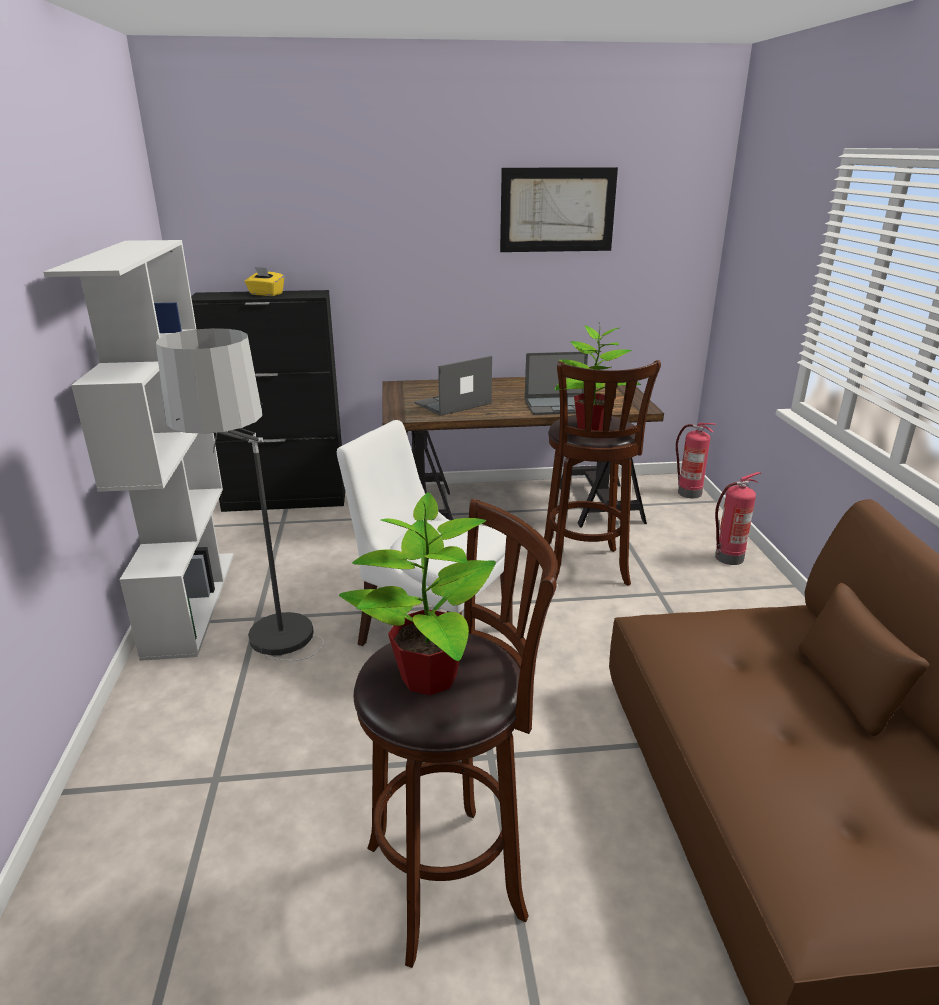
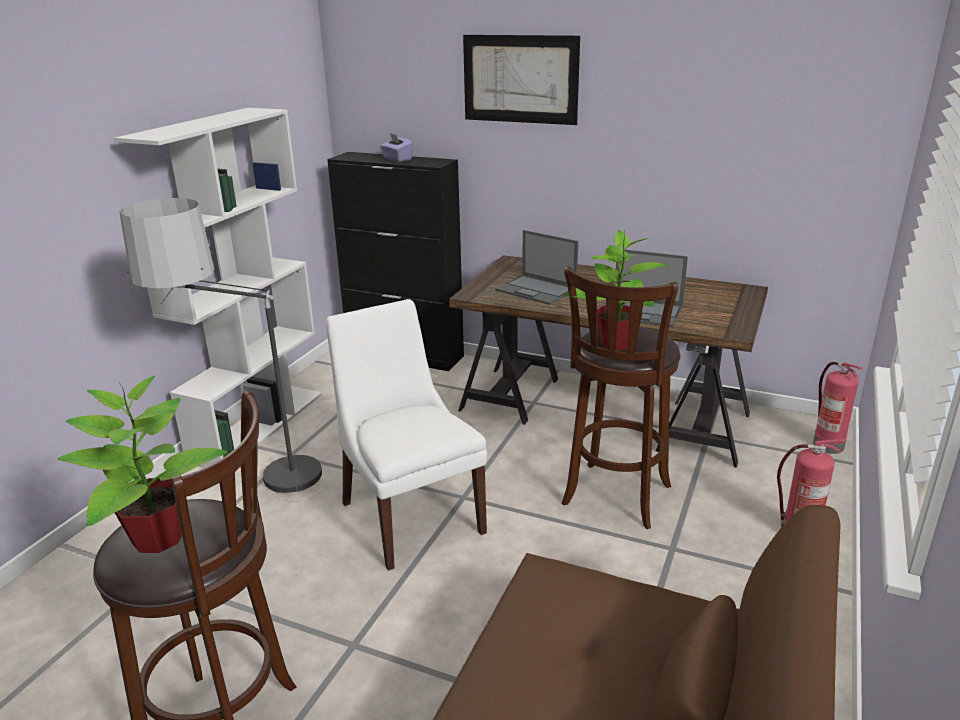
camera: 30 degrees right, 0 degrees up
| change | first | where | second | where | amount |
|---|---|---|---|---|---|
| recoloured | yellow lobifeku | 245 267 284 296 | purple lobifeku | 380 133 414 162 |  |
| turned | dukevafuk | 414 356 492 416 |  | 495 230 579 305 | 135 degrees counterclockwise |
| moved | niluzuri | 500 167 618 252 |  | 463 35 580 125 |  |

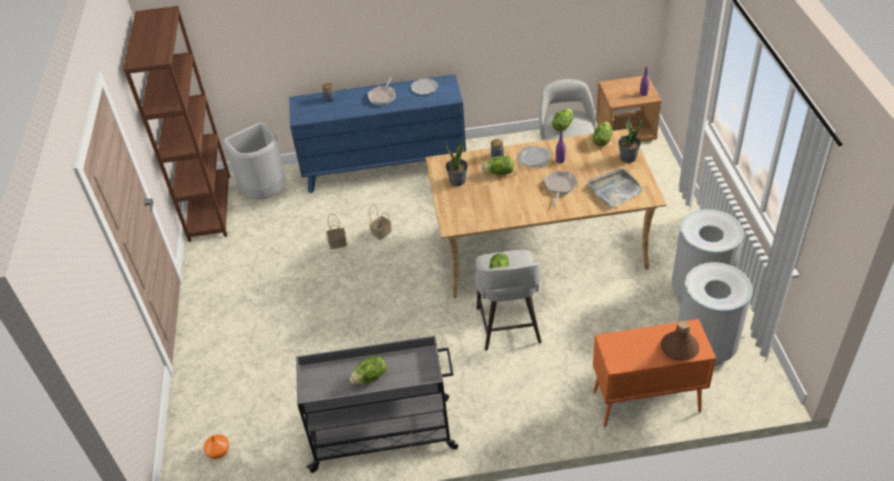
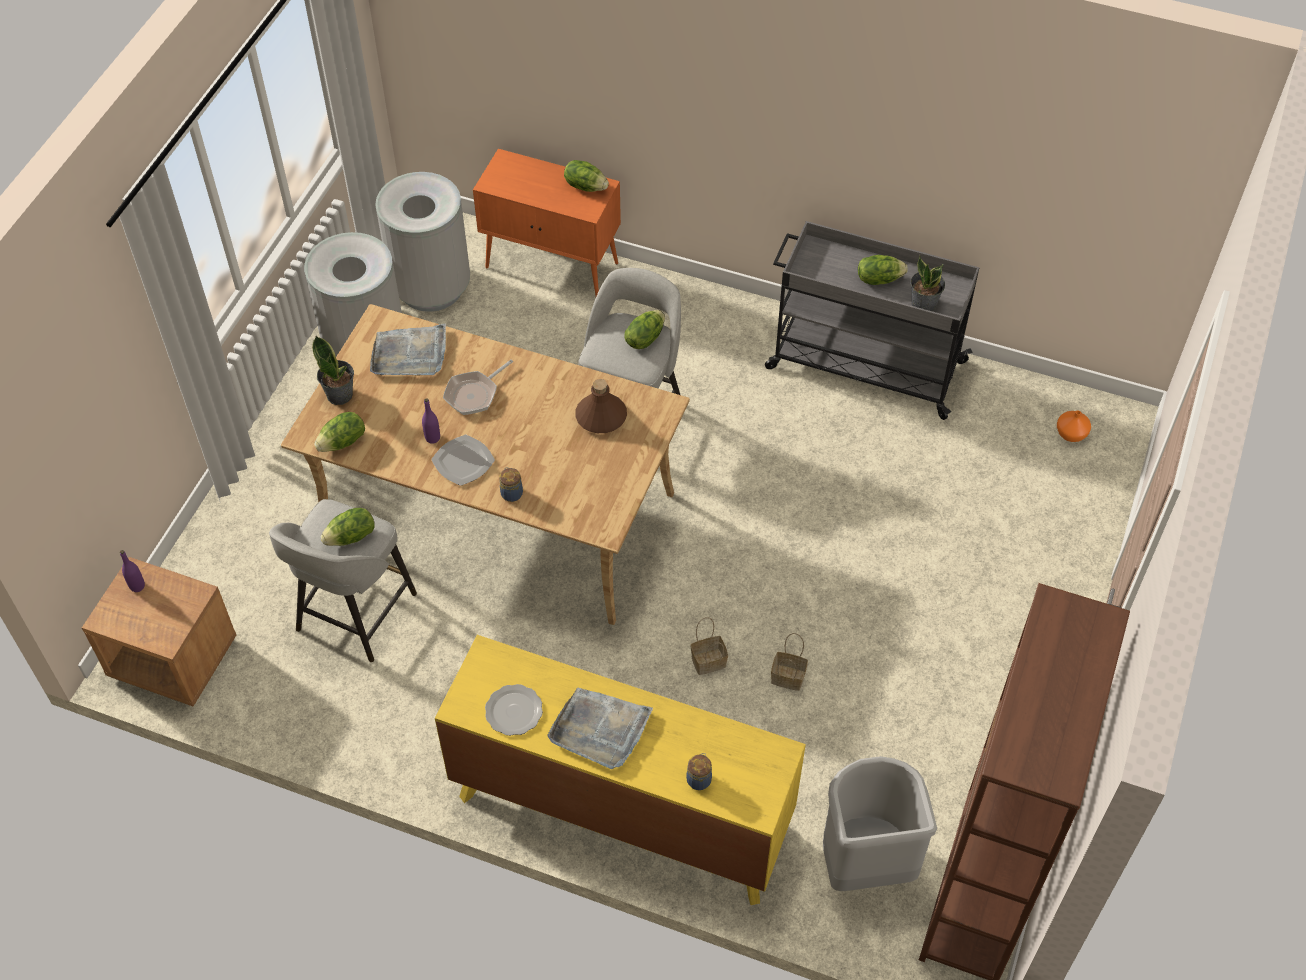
camera: 155 degrees left, 10 degrees up
| change | first | where | second | where | amount |
|---|---|---|---|---|---|
| recoloured | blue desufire | 289 74 466 193 | yellow desufire | 435 635 806 905 |  |
| replaced | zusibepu | 367 77 396 105 | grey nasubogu | 547 688 653 769 |  |
| moved | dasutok | 446 138 468 186 |  | 911 255 945 311 |  |
| moved | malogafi | 481 156 514 175 |  | 564 160 609 192 |  |
| moved | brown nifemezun | 661 321 699 361 |  | 575 379 627 433 |  |

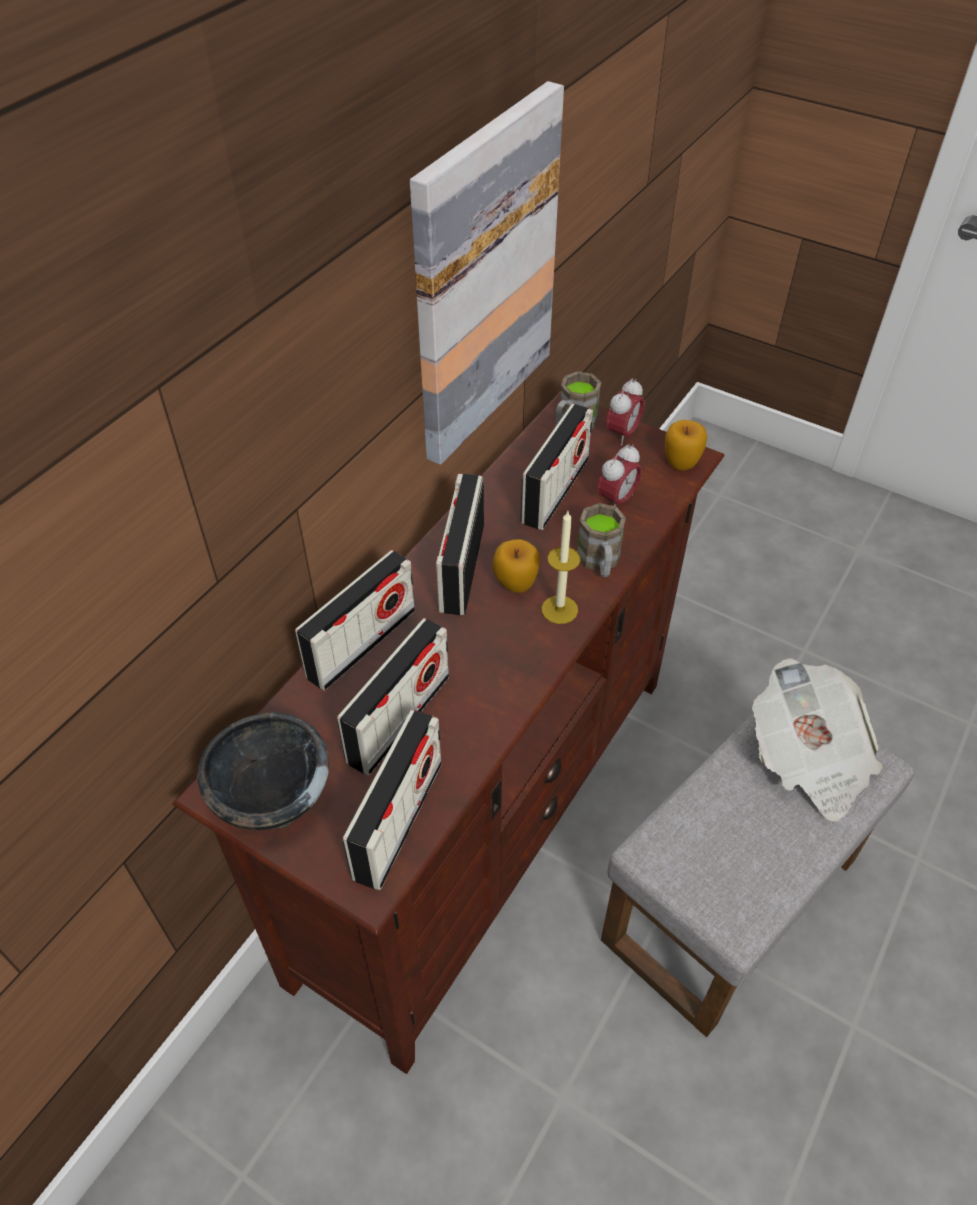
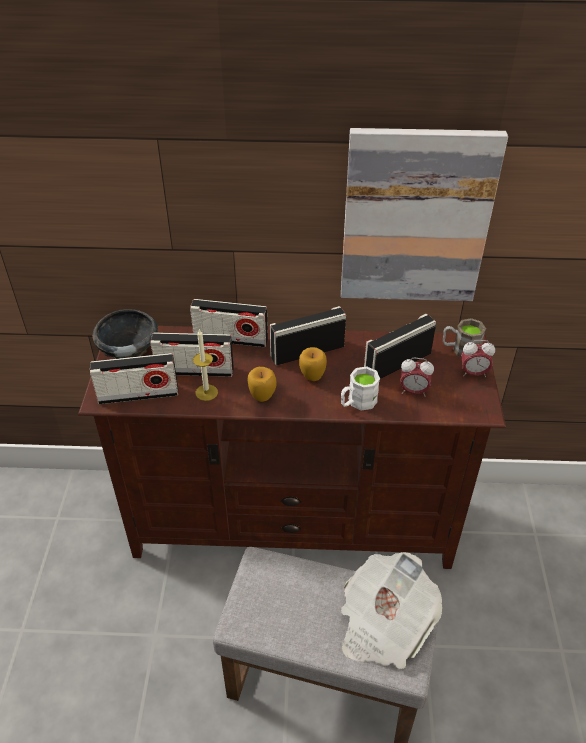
camera: 60 degrees right, 5 degrees down
| change | first | where | second | where | amount |
|---|---|---|---|---|---|
| turned | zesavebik | 520 404 593 530 |  | 364 314 436 379 | 150 degrees clockwise |
| moved | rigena | 542 511 581 624 |  | 193 329 218 401 |  |
| recoloured | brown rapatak | 577 503 626 577 | white rapatak | 341 366 380 411 |  |
| moved | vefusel | 665 420 707 471 |  | 248 367 277 402 |  |

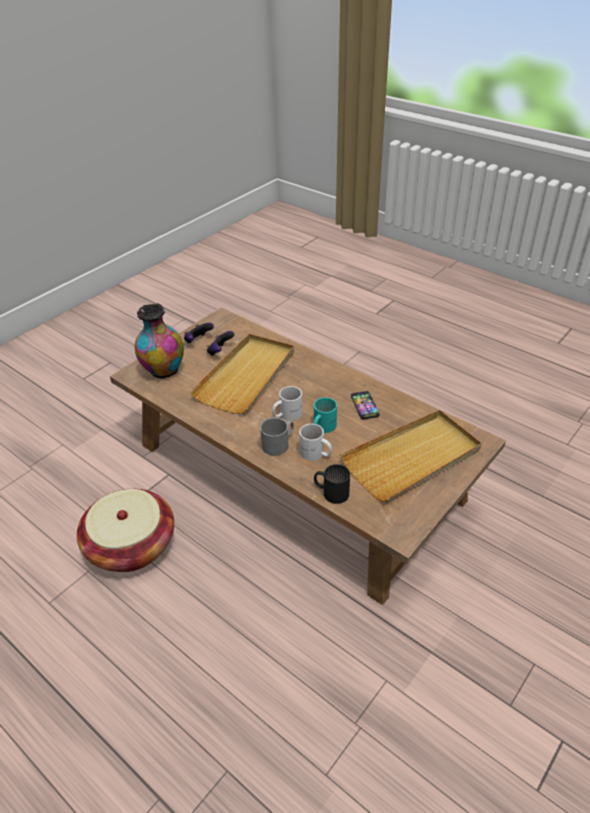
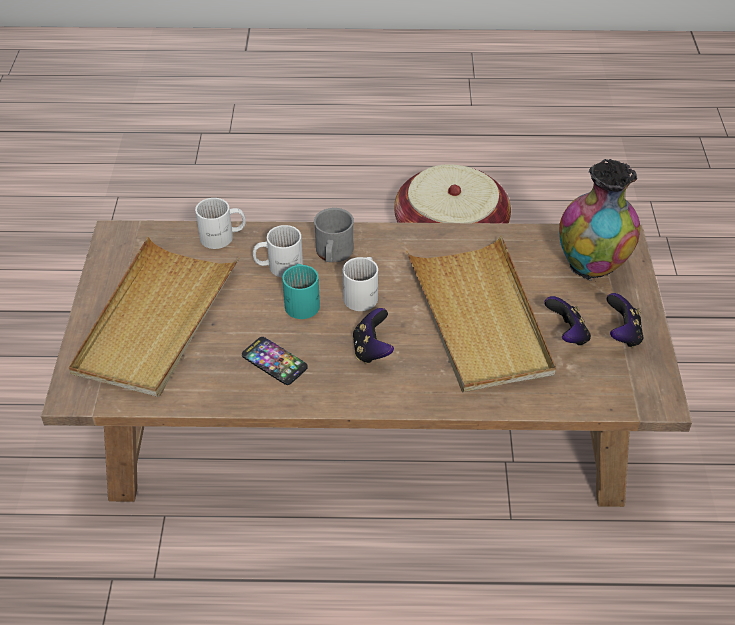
camera: 140 degrees right, 5 degrees up
| change | first | where | second | where | amount |
|---|---|---|---|---|---|
| recoloured | black rapatak | 314 464 350 504 | white rapatak | 195 198 246 249 |  |
| added |  |  | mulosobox | 353 308 394 364 |  |

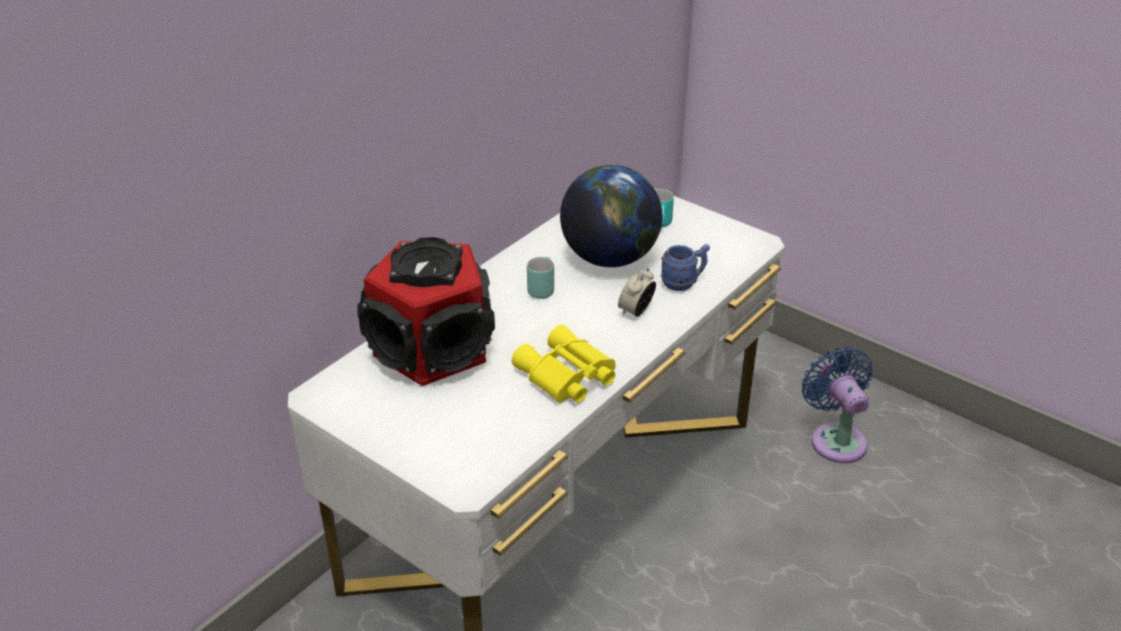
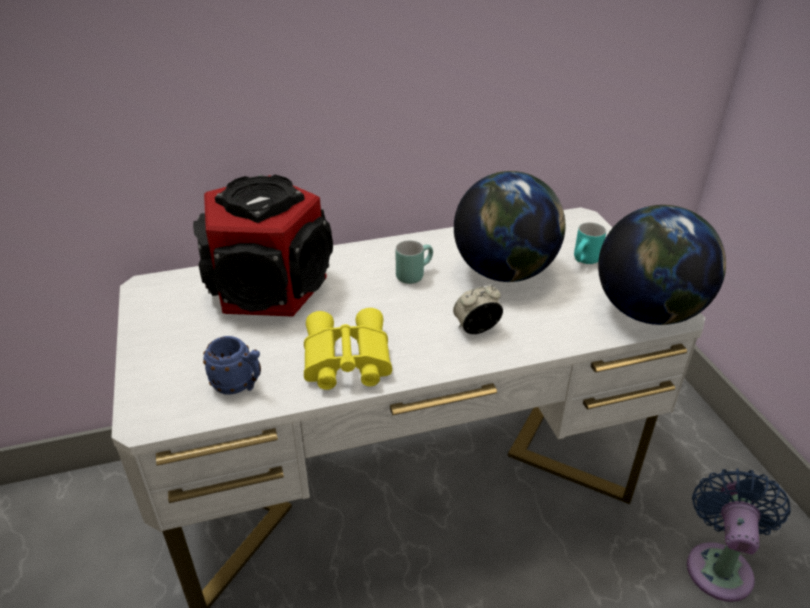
camera: 35 degrees right, 0 degrees up
| change | first | where | second | where | amount |
|---|---|---|---|---|---|
| moved | blue rapatak | 661 244 710 291 |  | 203 336 261 395 |  |
| added |  |  | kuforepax | 598 205 726 325 |  |

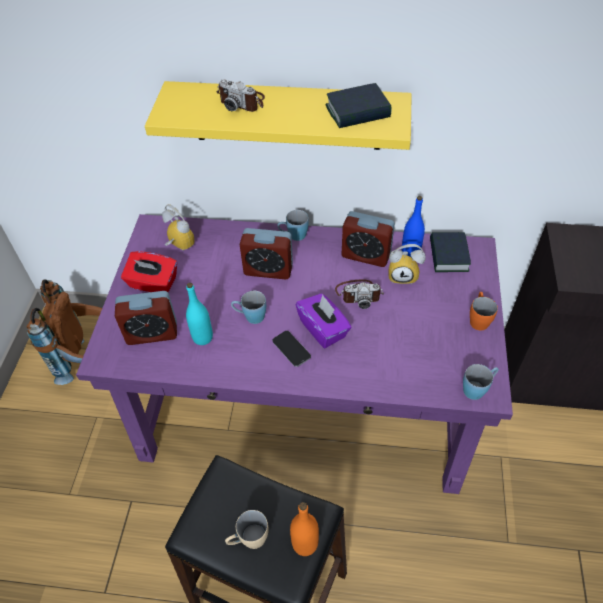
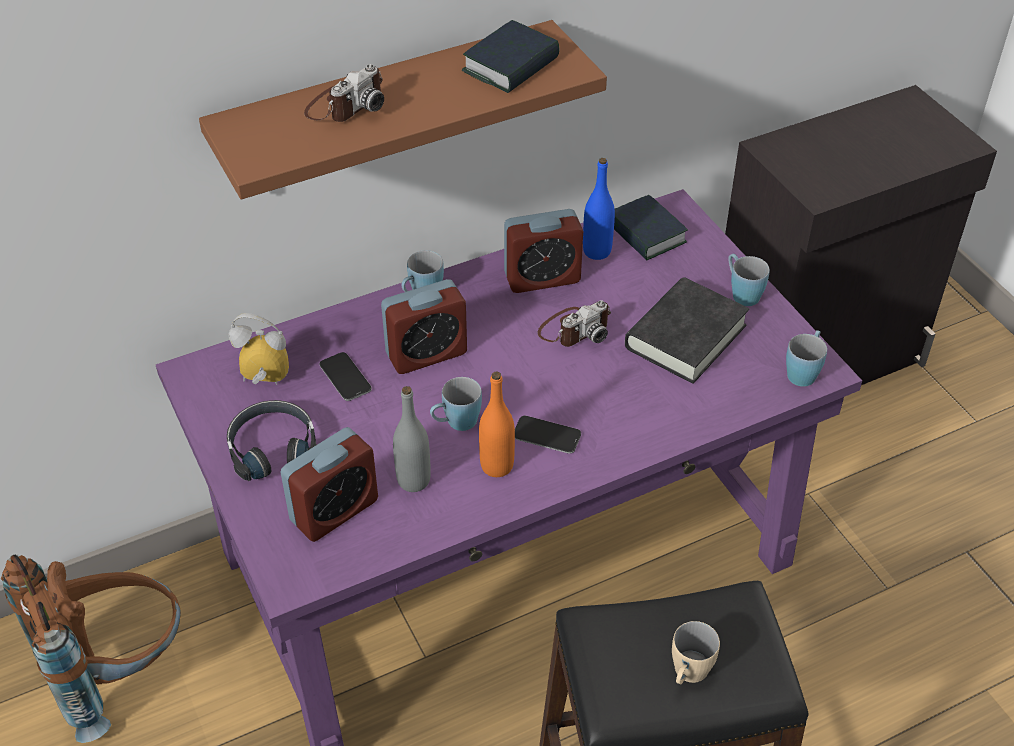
camera: 35 degrees left, 5 degrees down
| change | first | where | second | where | amount |
|---|---|---|---|---|---|
| replaced | red lobifeku | 121 251 177 292 | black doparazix | 227 400 317 481 |  |
| recoloured | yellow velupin | 145 81 412 150 | brown velupin | 199 20 607 199 |  |
| recoloured | turquoise nifemezun | 186 283 213 345 | grey nifemezun | 393 386 431 492 |  |
| turned | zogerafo | 216 79 265 112 |  | 304 64 384 122 | 45 degrees counterclockwise |
| moved | orange nifemezun | 290 502 319 556 |  | 479 371 515 477 |  |
| removed | purple lobifeku | 296 293 352 348 |  |  |  |
| removed | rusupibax | 389 244 426 284 |  |  |  |
| recoloured | orange rapatak | 470 292 498 331 | blue rapatak | 728 254 770 306 |  |
| added |  |  | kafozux | 319 352 372 401 |  |
| added |  |  | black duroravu | 625 277 749 384 |  |

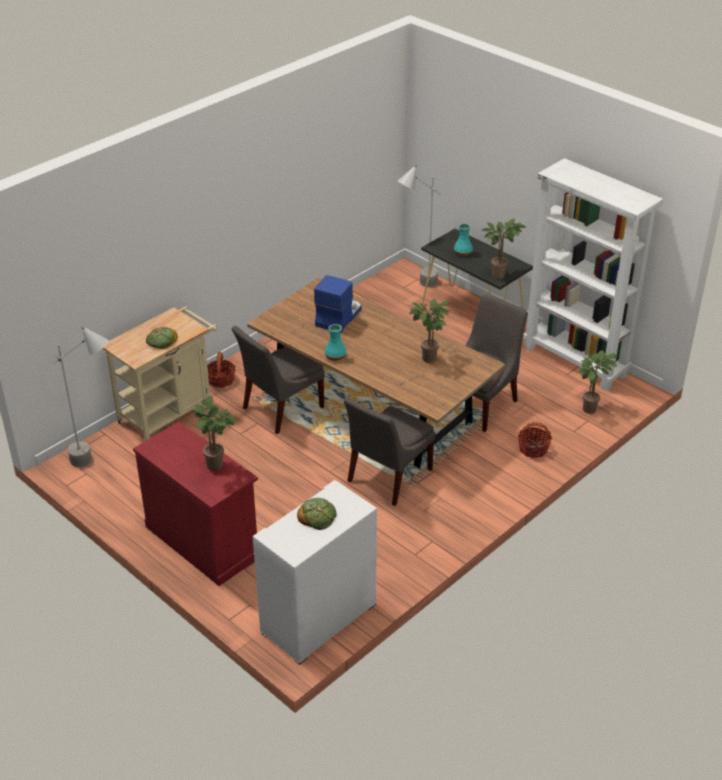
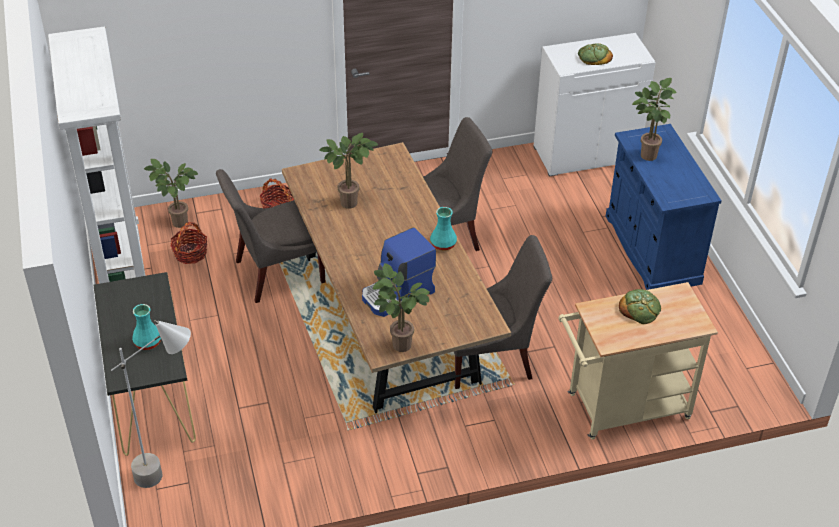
camera: 150 degrees left, 5 degrees up
| change | first | where | second | where | amount |
|---|---|---|---|---|---|
| removed | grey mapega | 54 326 108 467 |  |  |  |
| recoloured | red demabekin | 133 421 258 586 | blue demabekin | 606 124 721 290 |  |
| moved | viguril | 207 352 235 388 |  | 171 222 208 264 |  |
| moved | dasutok | 482 219 526 279 |  | 373 263 430 352 |  |

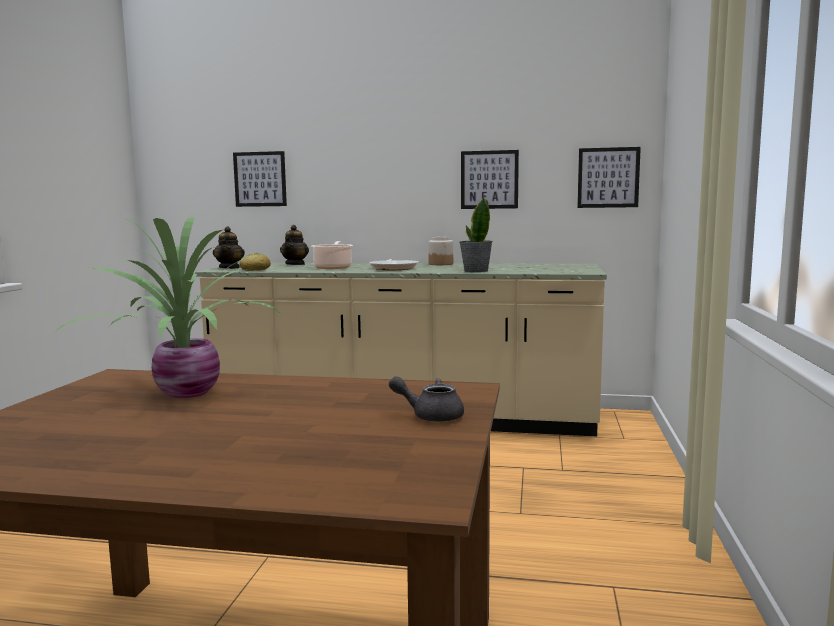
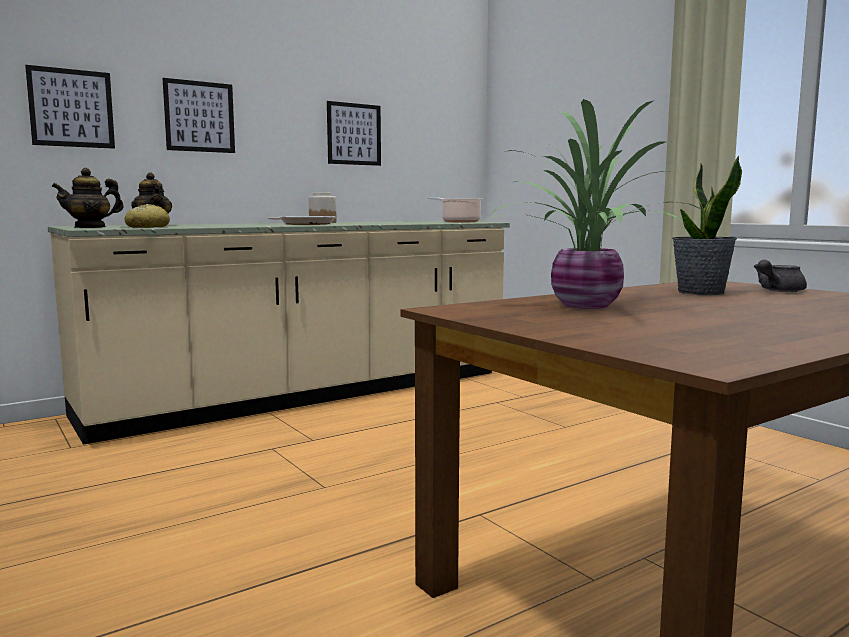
camera: 45 degrees left, 0 degrees up
| change | first | where | second | where | amount |
|---|---|---|---|---|---|
| turned | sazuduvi | 213 227 245 269 |  | 51 168 124 228 | 105 degrees clockwise |
| moved | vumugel | 311 241 353 269 |  | 427 197 483 222 |  |
| moved | dasutok | 459 197 493 273 |  | 672 156 742 295 |  |
| moved | niluzuri | 577 147 641 208 |  | 162 78 235 153 |  |

